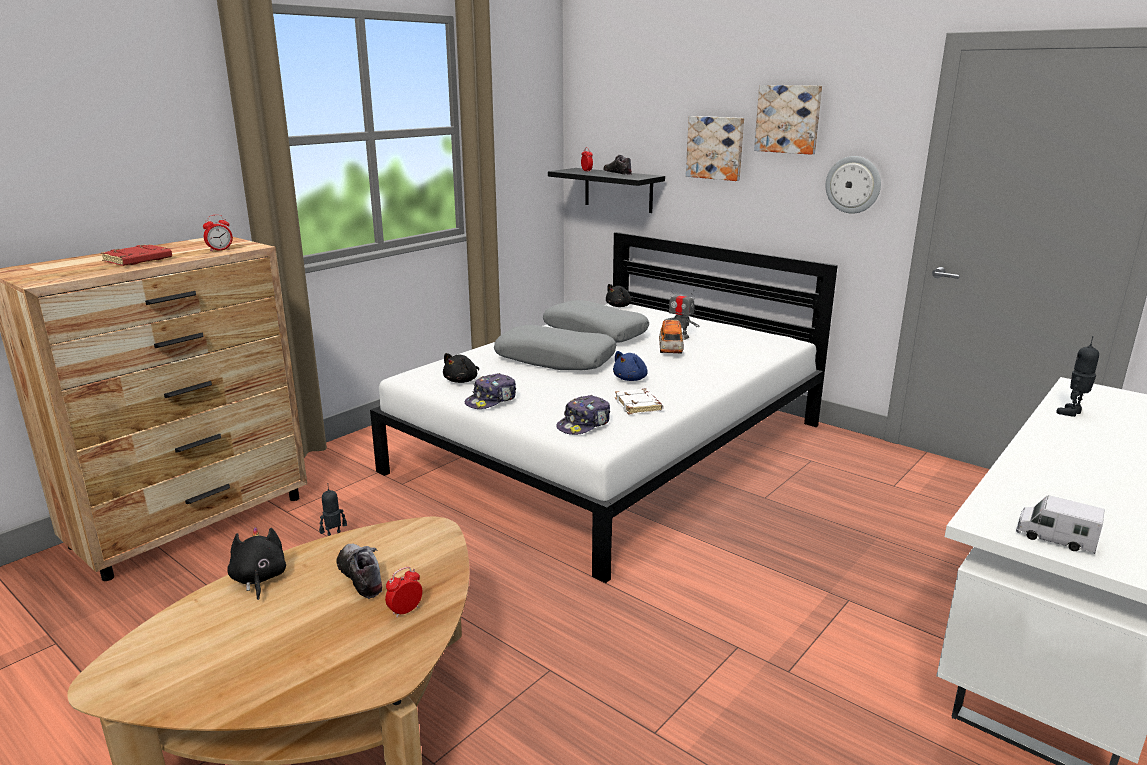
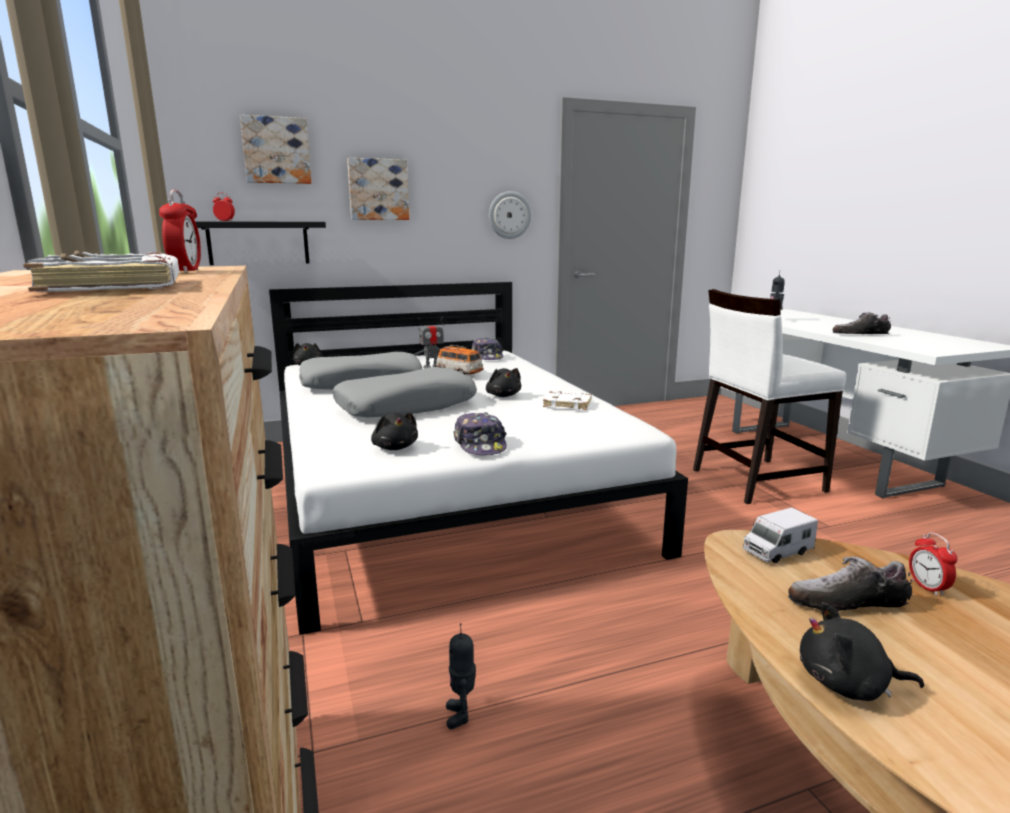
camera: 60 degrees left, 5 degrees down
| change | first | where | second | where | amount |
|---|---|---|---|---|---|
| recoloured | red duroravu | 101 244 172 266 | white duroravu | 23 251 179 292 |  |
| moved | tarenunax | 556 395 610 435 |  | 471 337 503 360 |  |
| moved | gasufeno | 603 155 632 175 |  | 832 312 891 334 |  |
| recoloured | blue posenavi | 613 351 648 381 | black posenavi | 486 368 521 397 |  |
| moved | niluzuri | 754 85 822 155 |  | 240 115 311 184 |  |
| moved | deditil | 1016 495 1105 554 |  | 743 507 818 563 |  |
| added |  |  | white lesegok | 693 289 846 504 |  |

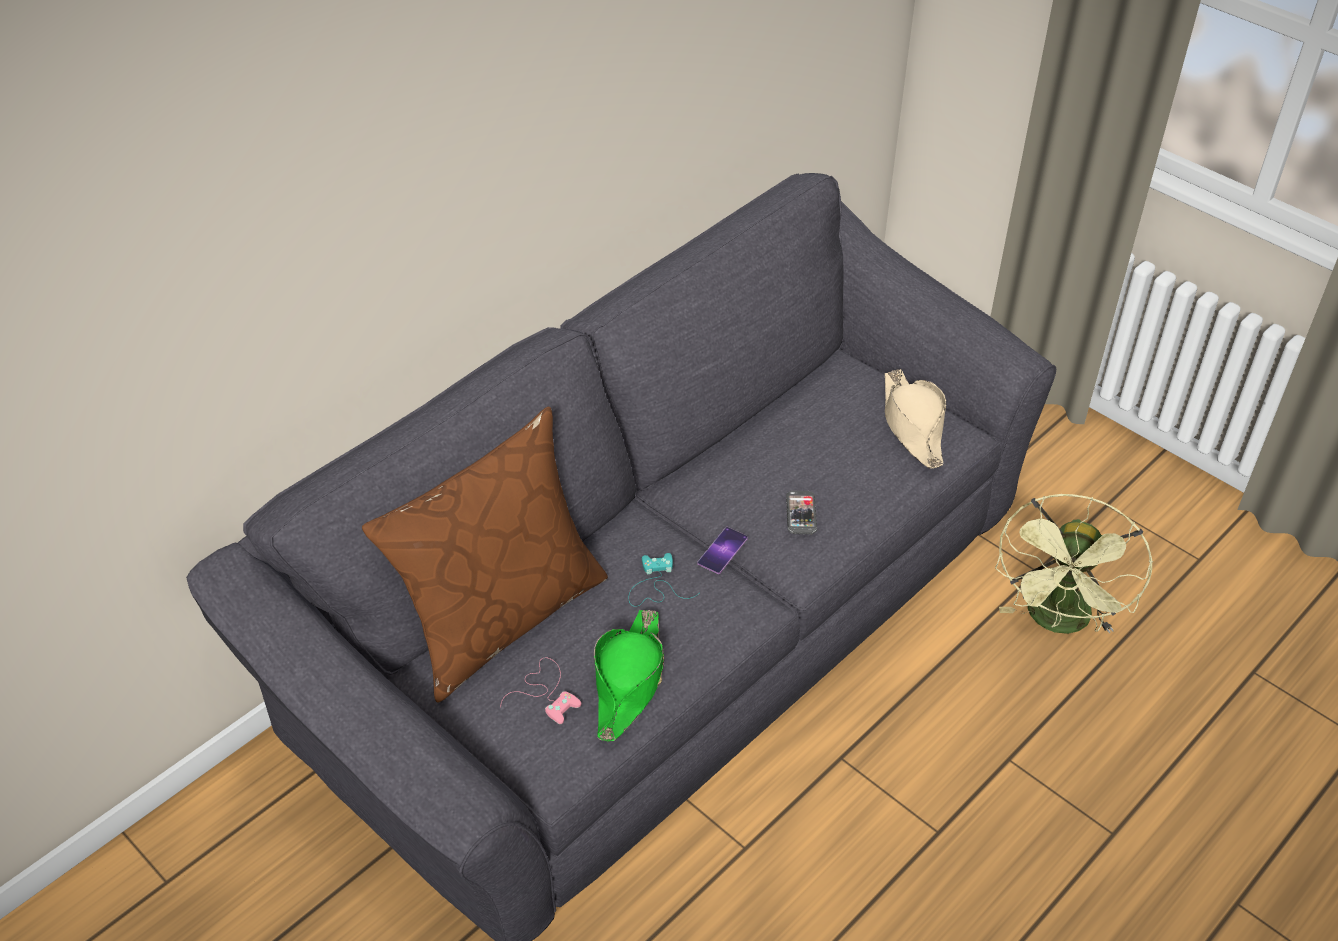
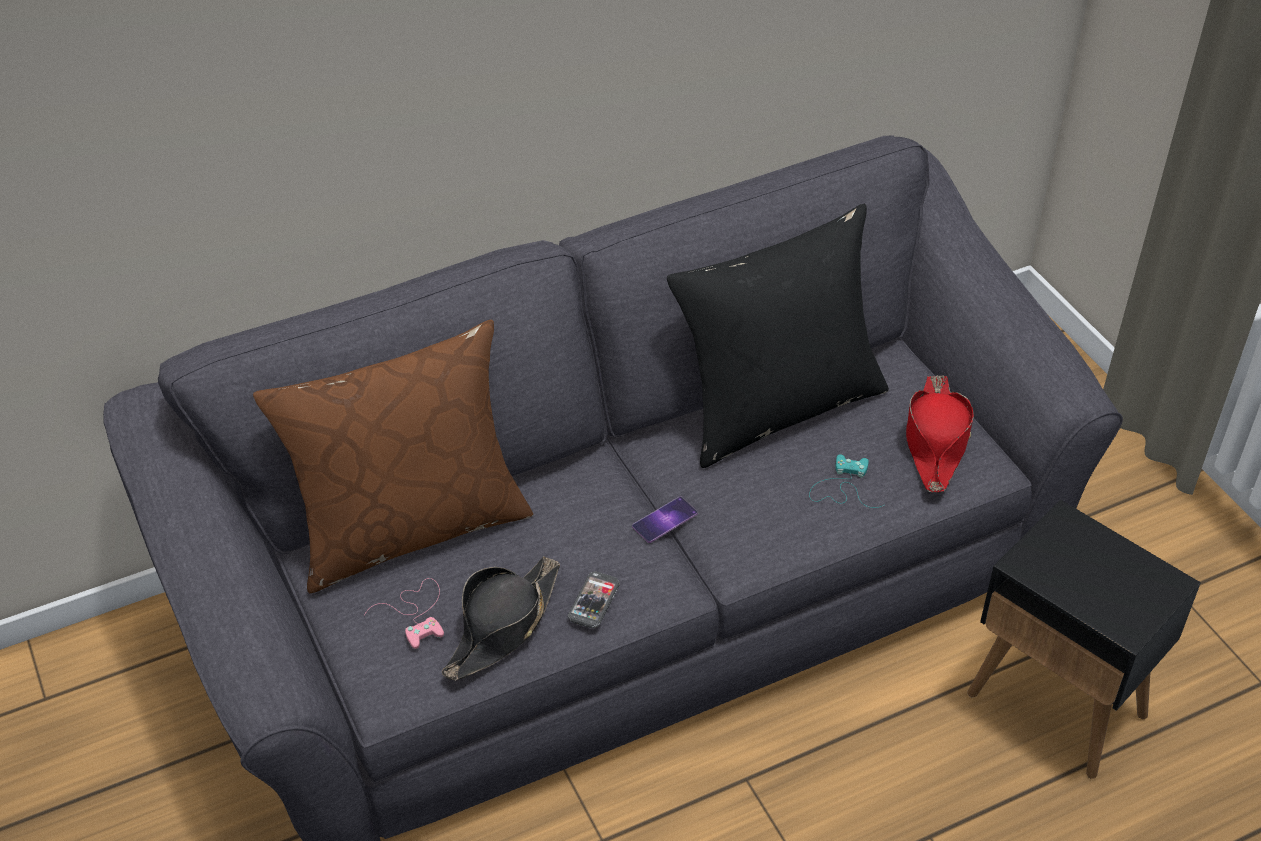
camera: 20 degrees right, 0 degrees up
| change | first | where | second | where | amount |
|---|---|---|---|---|---|
| recoloured | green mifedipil | 594 610 664 741 | black mifedipil | 441 556 560 681 |  |
| moved | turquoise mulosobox | 628 553 698 607 |  | 809 454 884 508 |  |
| moved | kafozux | 786 491 817 534 |  | 568 571 620 628 |  |
| recoloured | beige mifedipil | 885 369 946 469 | red mifedipil | 906 375 974 492 |  |
| replaced | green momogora | 995 494 1153 634 | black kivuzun | 967 500 1201 779 |  |
| added |  |  | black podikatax | 667 204 889 468 |  |

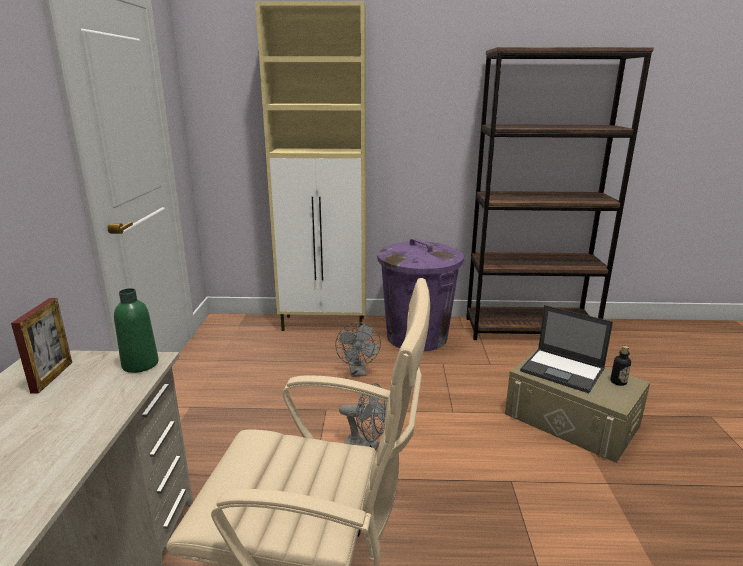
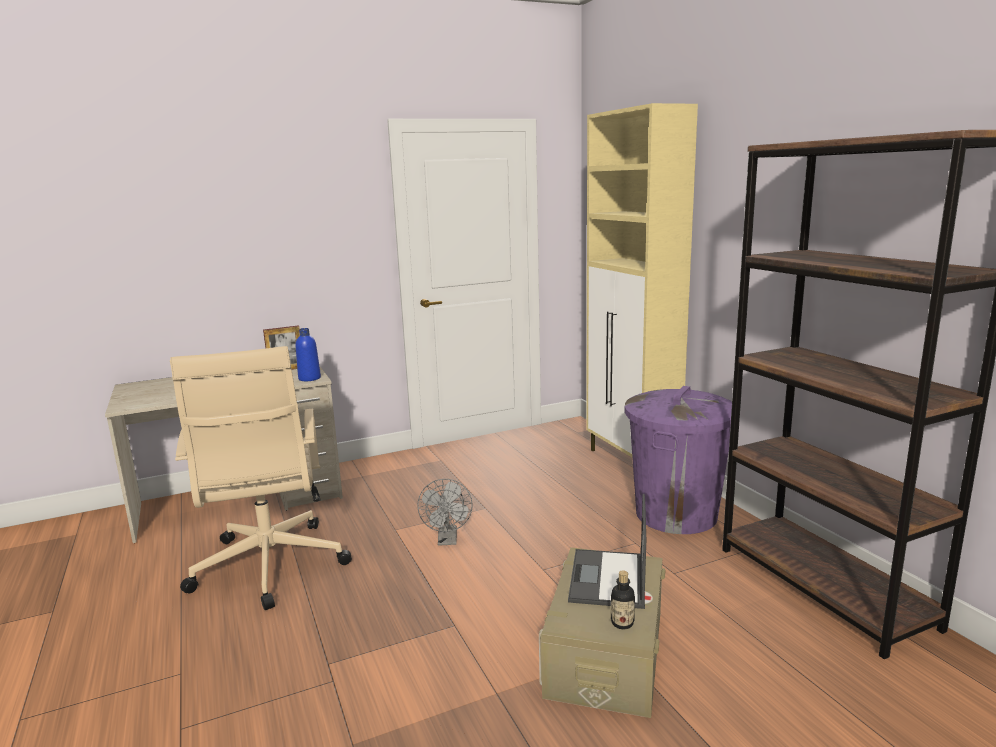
camera: 65 degrees right, 5 degrees down
| change | first | where | second | where | amount |
|---|---|---|---|---|---|
| recoloured | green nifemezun | 114 288 158 373 | blue nifemezun | 296 328 321 381 |  |
| removed | grey momogora | 335 322 381 377 |  |  |  |

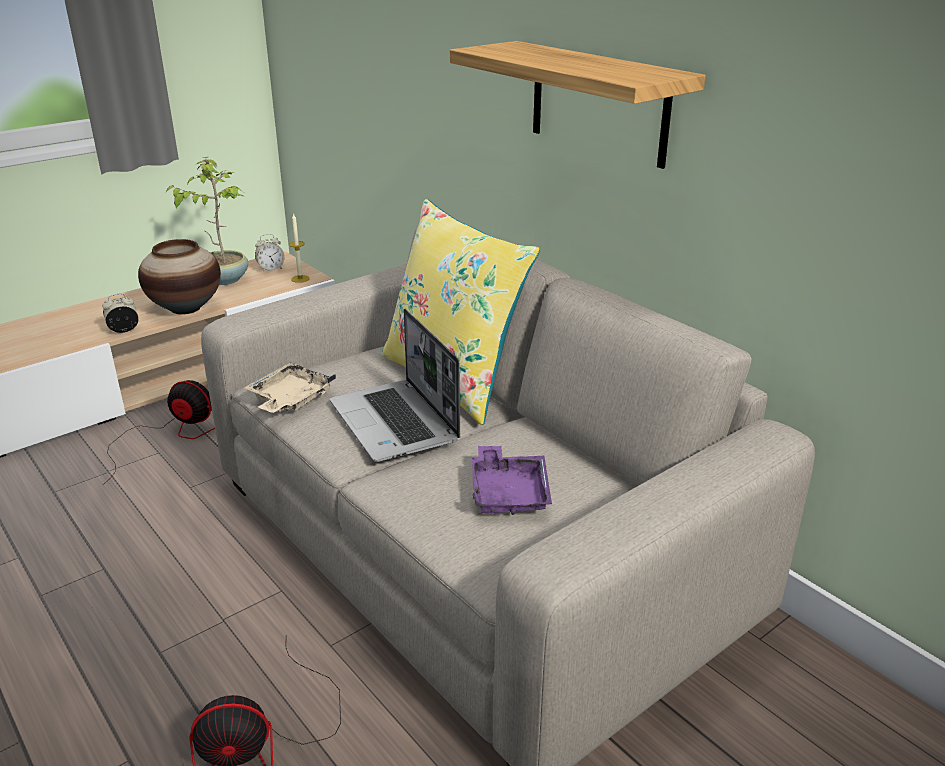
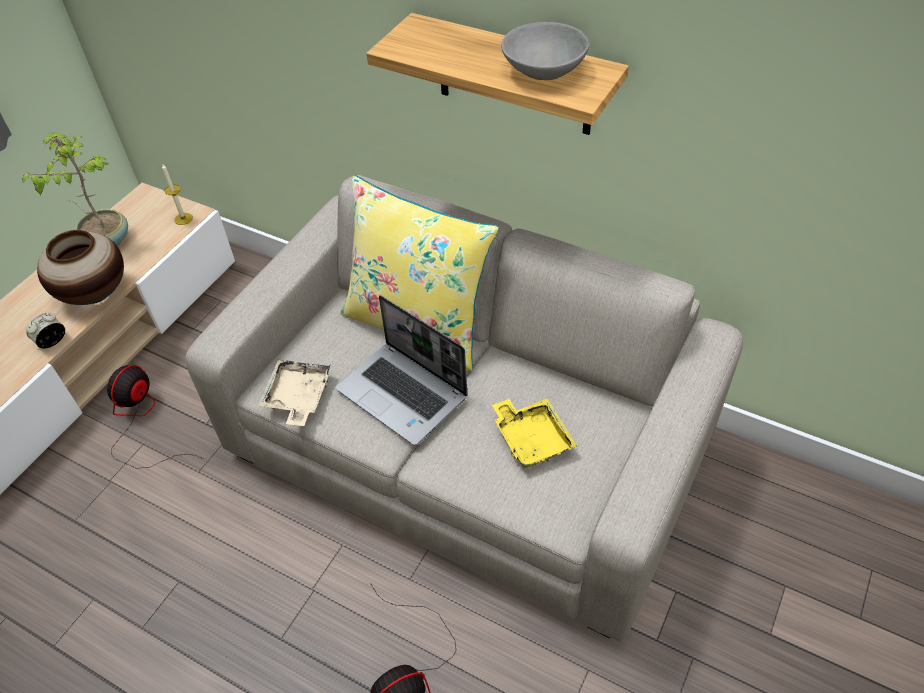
camera: 20 degrees left, 20 degrees up
| change | first | where | second | where | amount |
|---|---|---|---|---|---|
| turned | momogora | 103 380 215 485 |  | 107 365 203 469 | 60 degrees counterclockwise |
| removed | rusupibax | 255 234 285 272 |  |  |  |
| recoloured | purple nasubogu | 472 446 552 515 | yellow nasubogu | 492 398 577 469 |  |
| added |  |  | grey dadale | 501 22 589 80 |  |

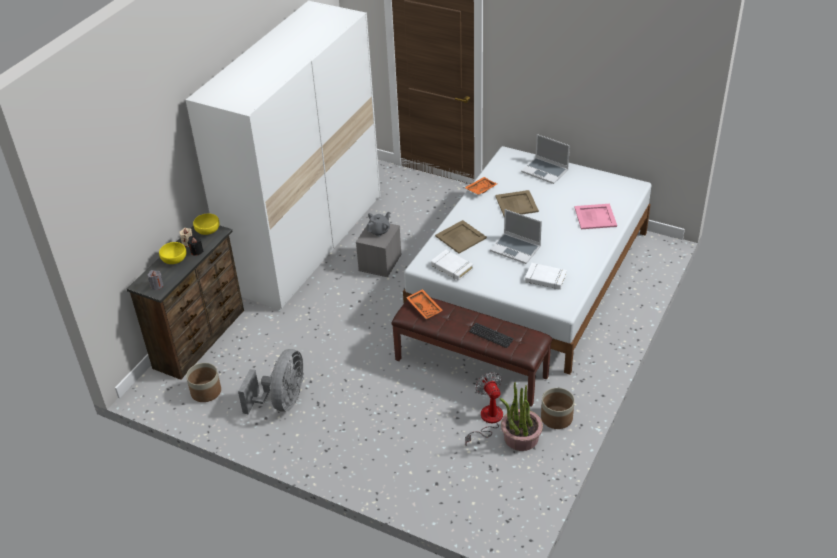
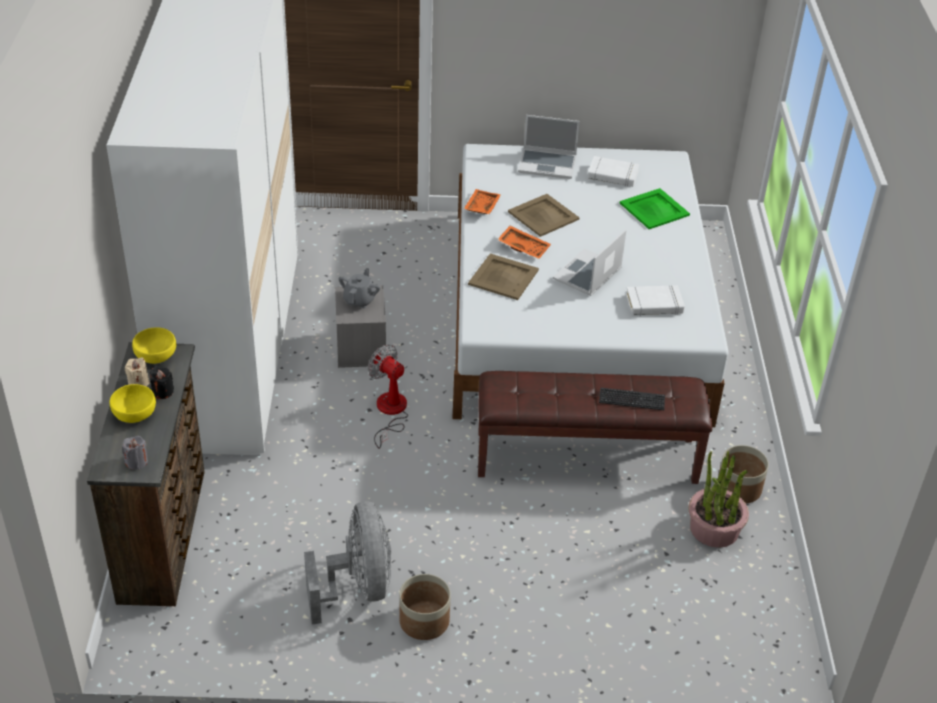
camera: 30 degrees left, 0 degrees up
| change | first | where | second | where | amount |
|---|---|---|---|---|---|
| moved | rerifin | 186 363 221 402 |  | 399 574 451 640 |  |
| moved | orange nasubogu | 406 289 443 319 |  | 497 226 551 259 |  |
| moved | white duroravu | 431 250 473 281 |  | 588 156 640 187 |  |
| moved | momogora | 465 372 503 445 |  | 368 344 408 449 |  |
| turned | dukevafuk | 490 209 542 264 |  | 553 229 626 296 | 120 degrees clockwise |
| recoloured | pink nasubogu | 574 204 617 229 | green nasubogu | 620 188 690 229 |  |

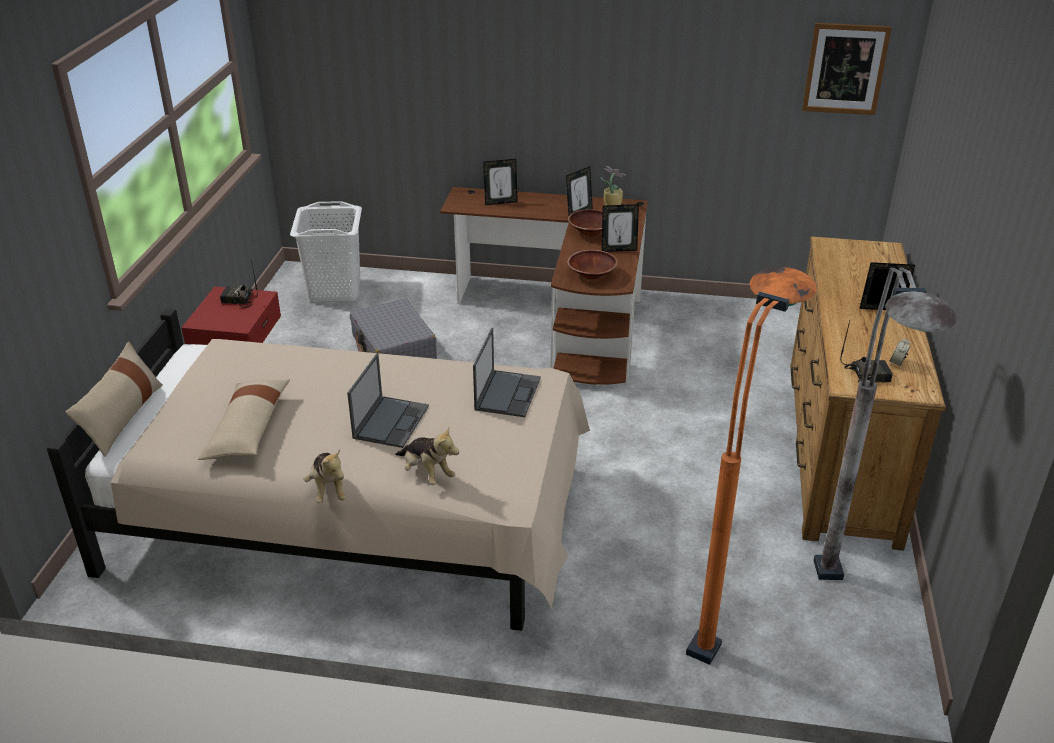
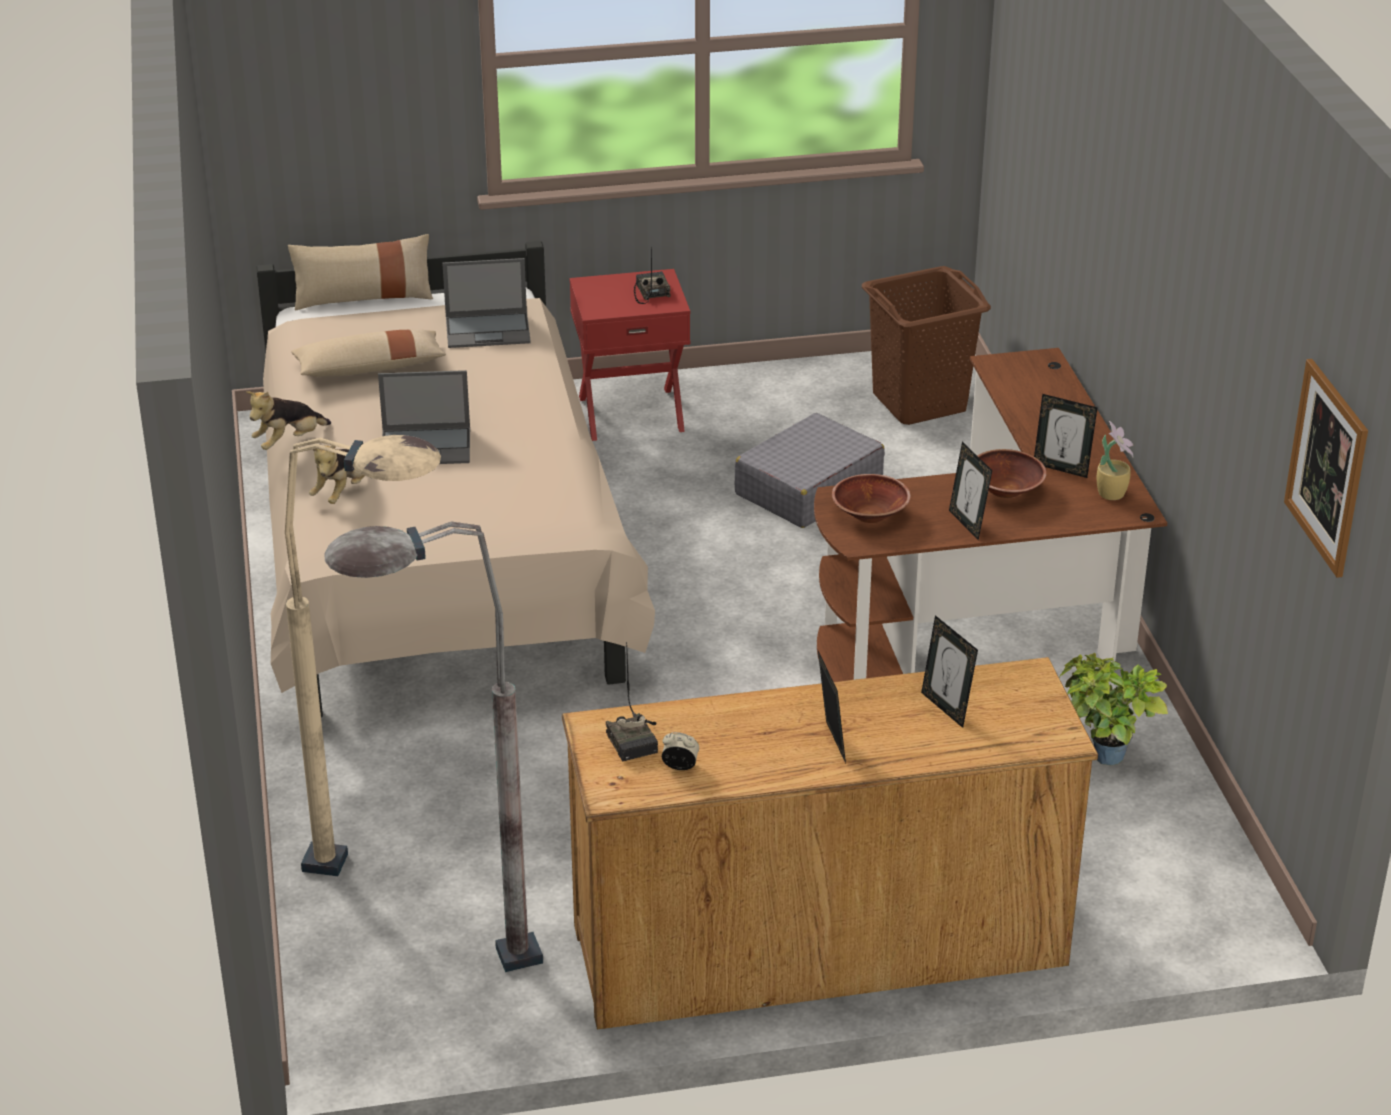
camera: 70 degrees right, 0 degrees up
| change | first | where | second | where | amount |
|---|---|---|---|---|---|
| recoloured | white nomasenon | 290 201 362 303 | brown nomasenon | 862 266 991 425 |  |
| moved | dukevafuk | 473 328 541 417 |  | 442 258 531 348 |  |
| moved | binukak | 483 159 518 205 |  | 921 615 978 728 |  |
| recoloured | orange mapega | 686 267 817 665 | beige mapega | 285 435 441 876 |  |
| added |  |  | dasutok | 1059 653 1168 765 |  |

